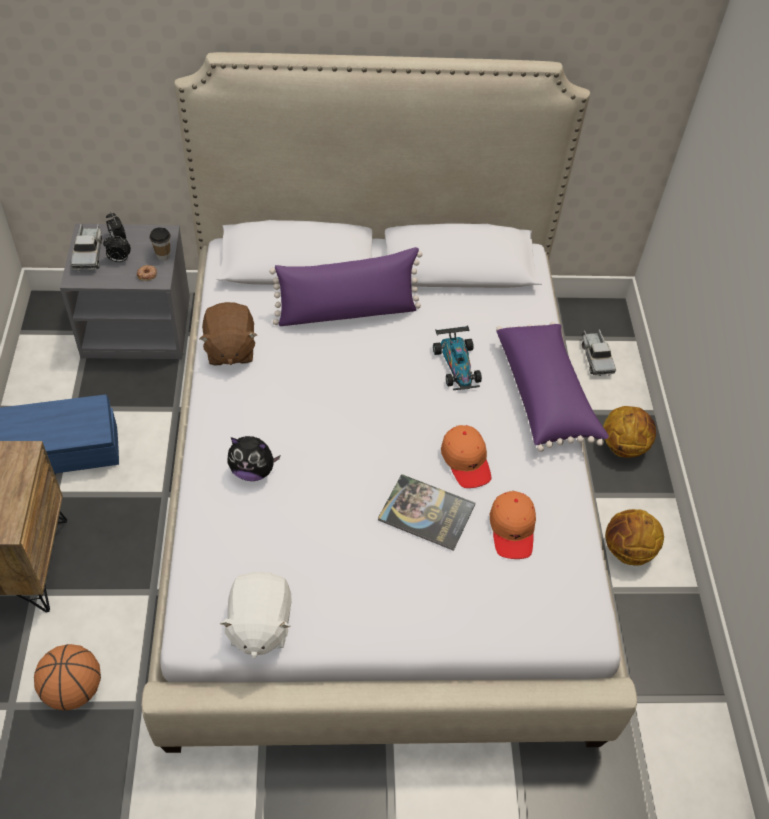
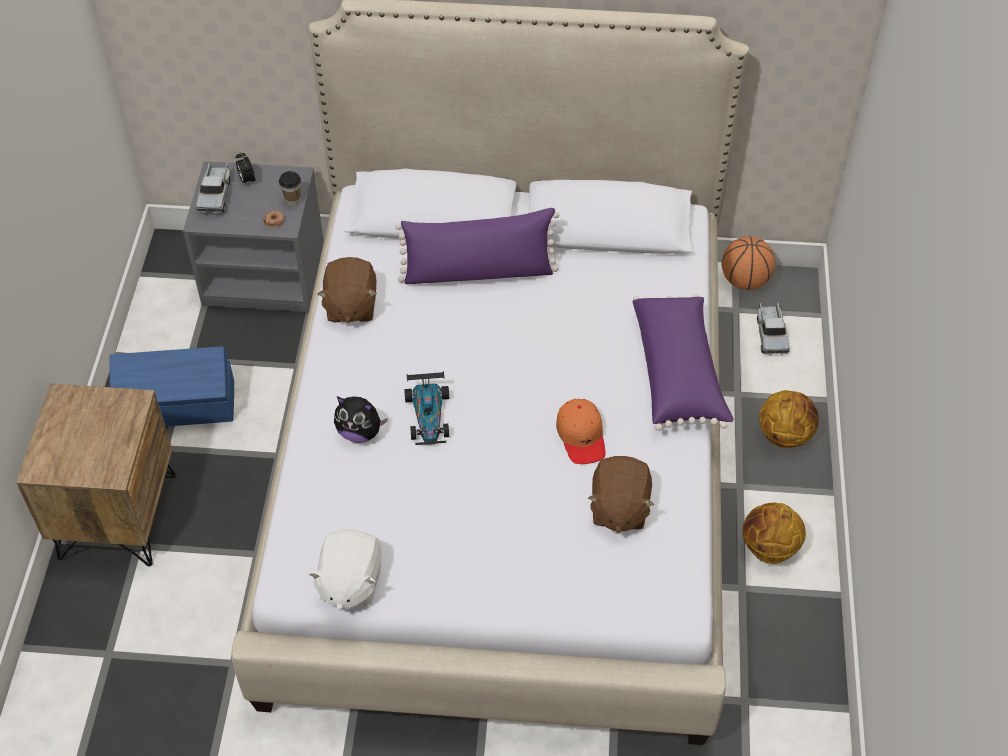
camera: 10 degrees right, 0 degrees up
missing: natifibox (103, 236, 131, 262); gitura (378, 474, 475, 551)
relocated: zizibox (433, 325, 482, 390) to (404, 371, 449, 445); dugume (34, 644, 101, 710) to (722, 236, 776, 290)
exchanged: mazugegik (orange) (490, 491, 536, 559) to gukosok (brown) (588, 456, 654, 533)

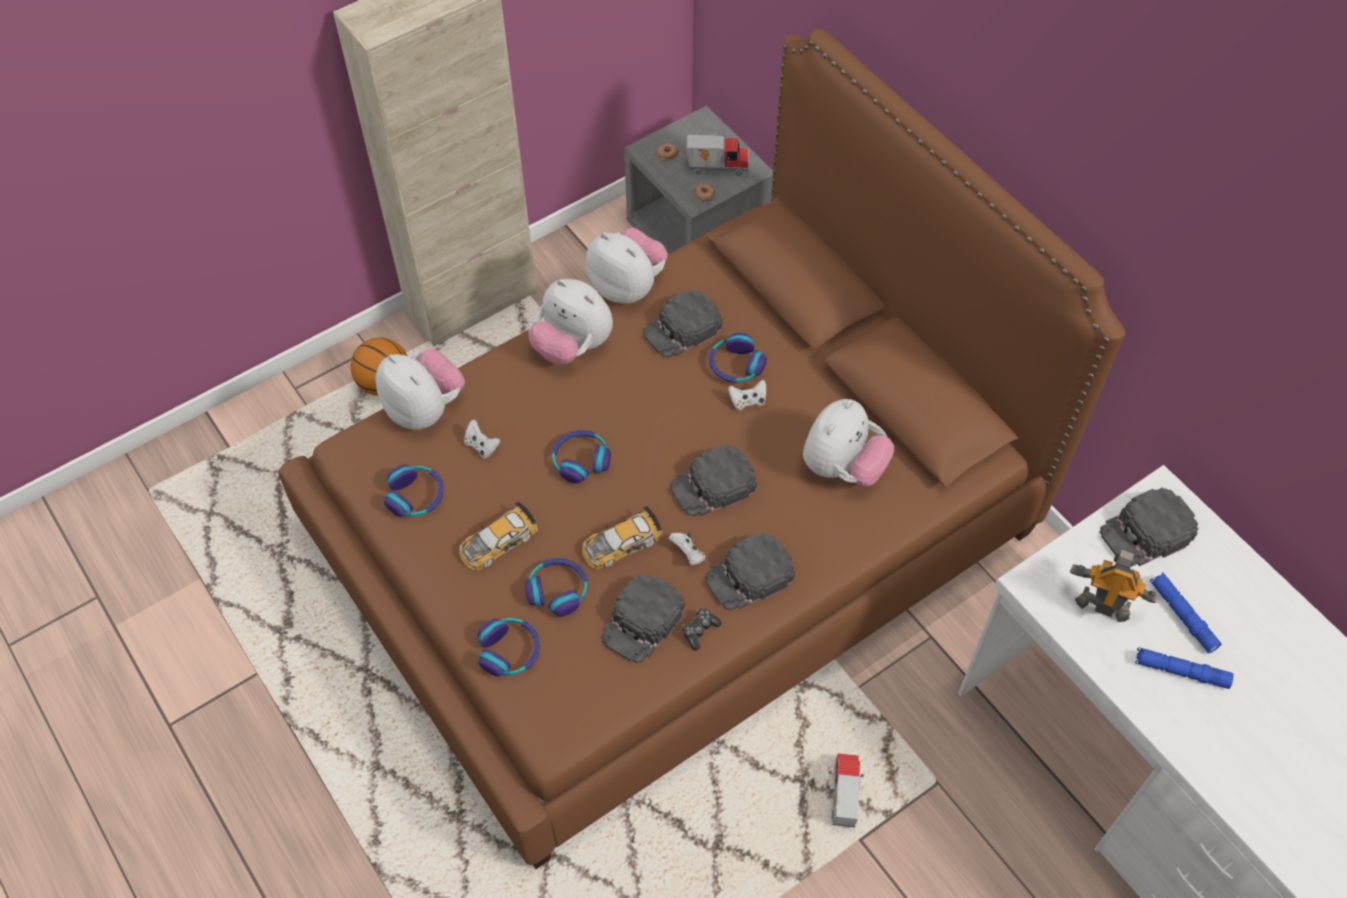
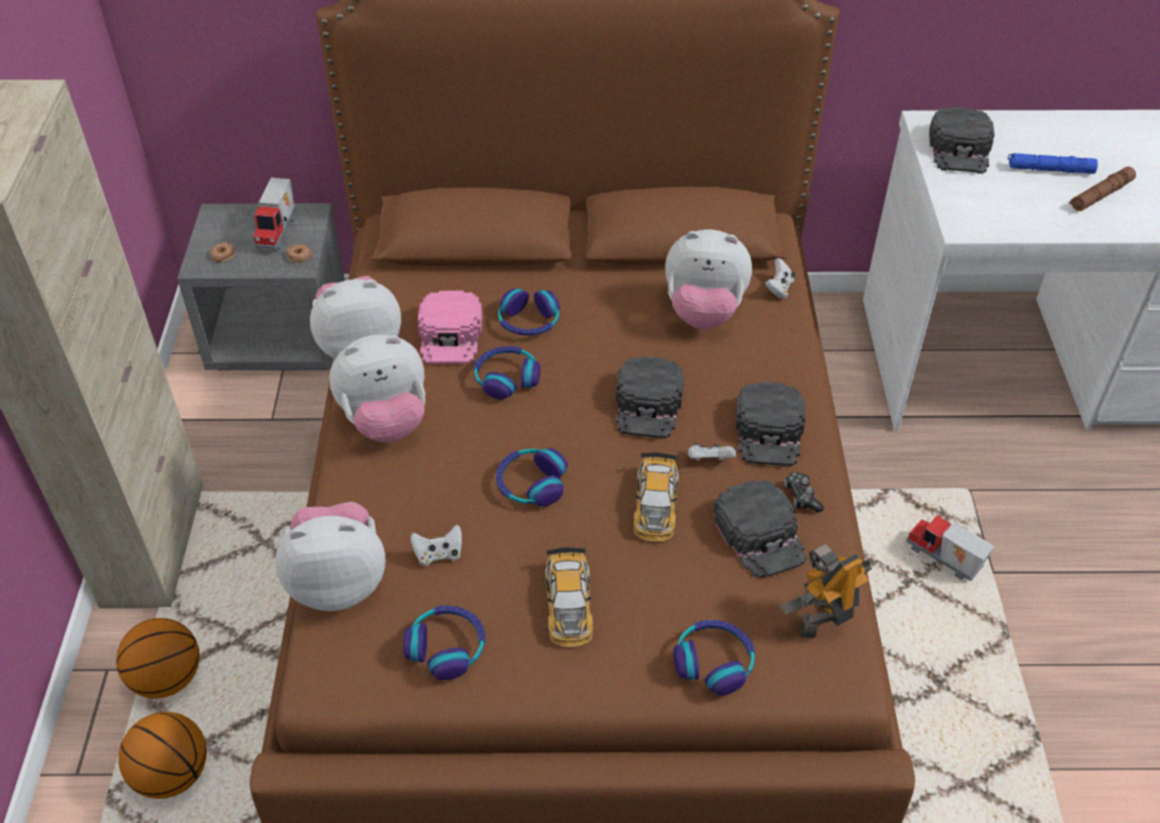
camera: 55 degrees left, 10 degrees down
appeared: dugume (118, 712, 207, 799)
relocated: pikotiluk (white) (728, 379, 766, 410) to (765, 258, 795, 298); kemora (1070, 549, 1158, 622) to (780, 544, 874, 638); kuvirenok (525, 558, 588, 617) to (474, 346, 541, 399)
colour: mazugegik (black) (643, 289, 723, 358) to mazugegik (pink) (418, 291, 482, 364); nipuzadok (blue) (1135, 647, 1234, 689) to nipuzadok (brown) (1070, 167, 1136, 211)
spun: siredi (687, 135, 749, 176) = (254, 178, 296, 250) 150 degrees clockwise; gukosok (803, 399, 894, 486) = (665, 229, 752, 329) 120 degrees clockwise

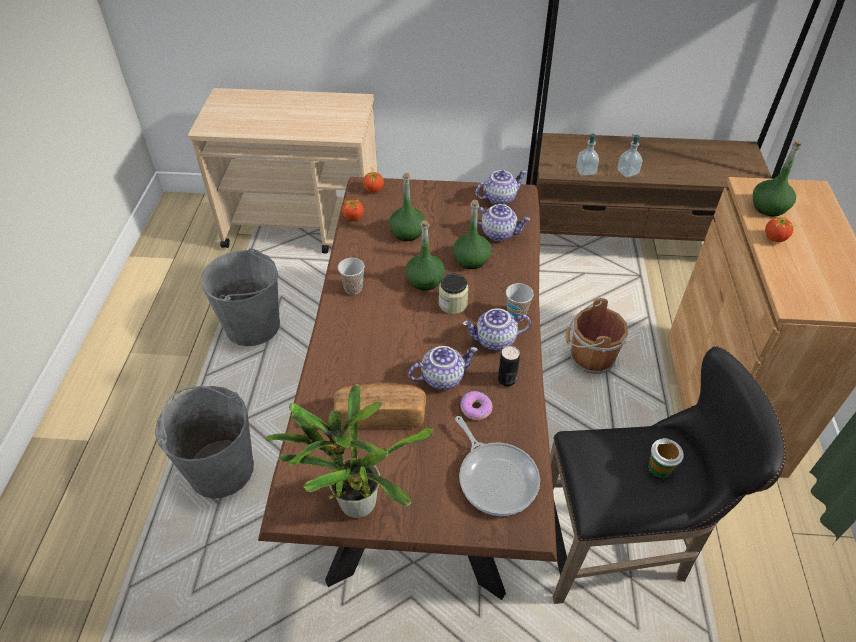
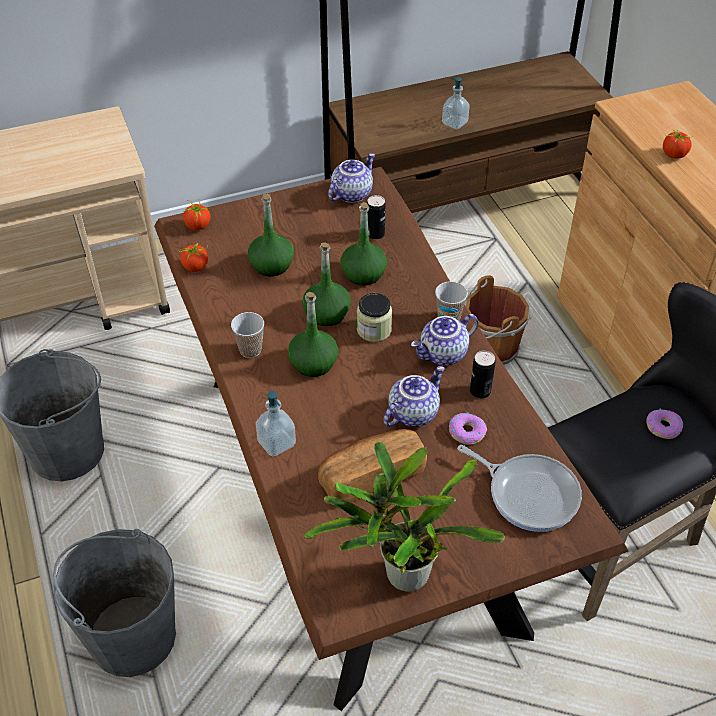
camera: 25 degrees left, 0 degrees up
relocated: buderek (576, 134, 599, 176) to (256, 391, 296, 456); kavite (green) (753, 140, 802, 217) to (288, 292, 338, 377)
exchanged: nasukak (477, 204, 530, 241) to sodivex (367, 195, 386, 239); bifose (649, 438, 684, 478) to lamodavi (646, 409, 683, 439)

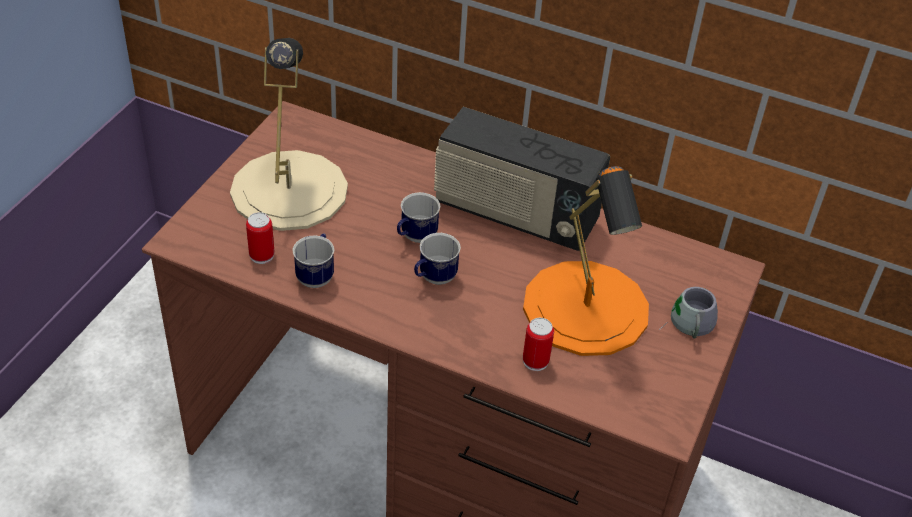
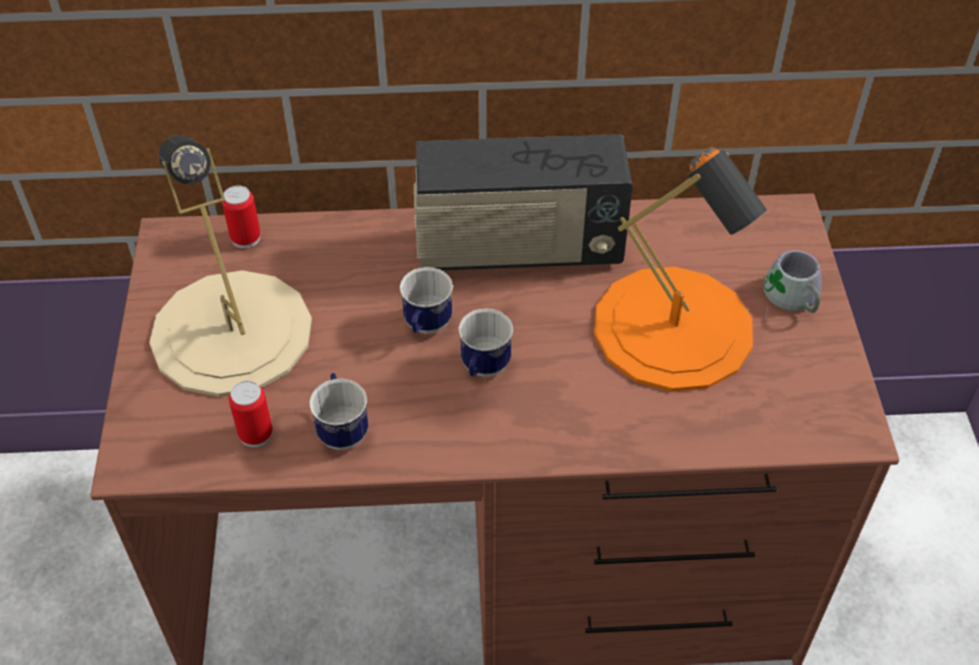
camera: 25 degrees left, 5 degrees up
relocated: sodivex (523, 318, 554, 371) to (222, 185, 261, 248)

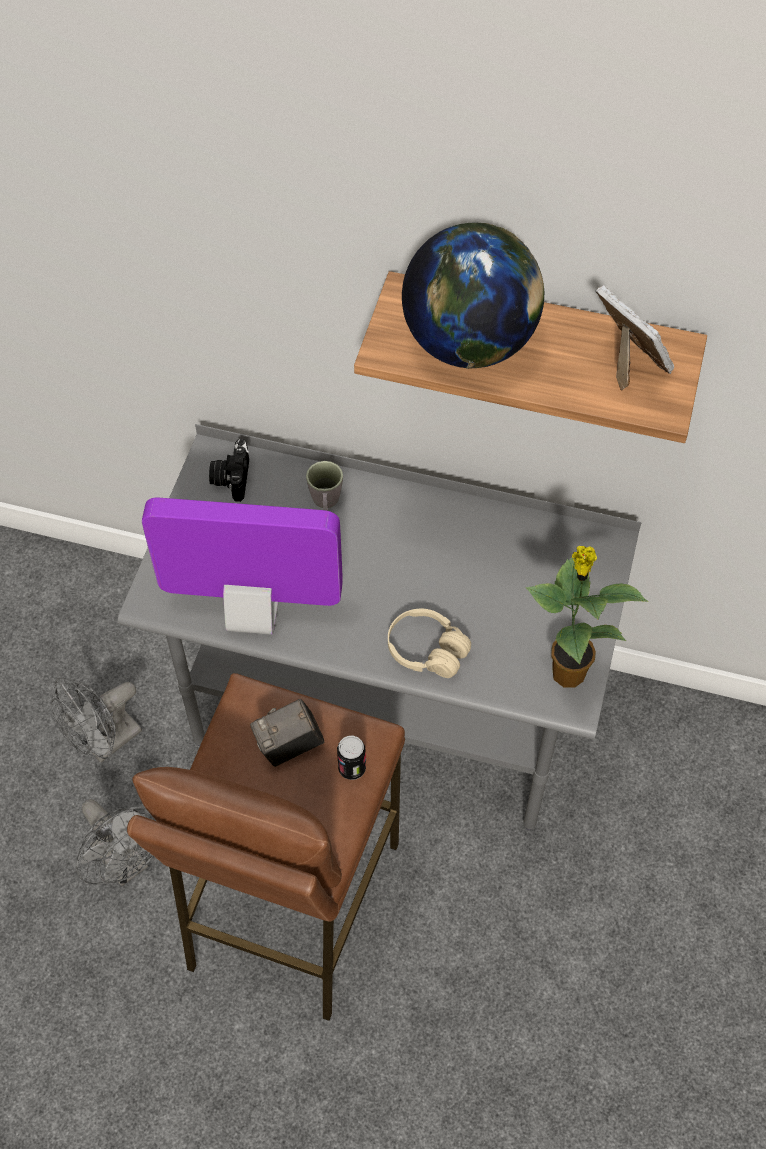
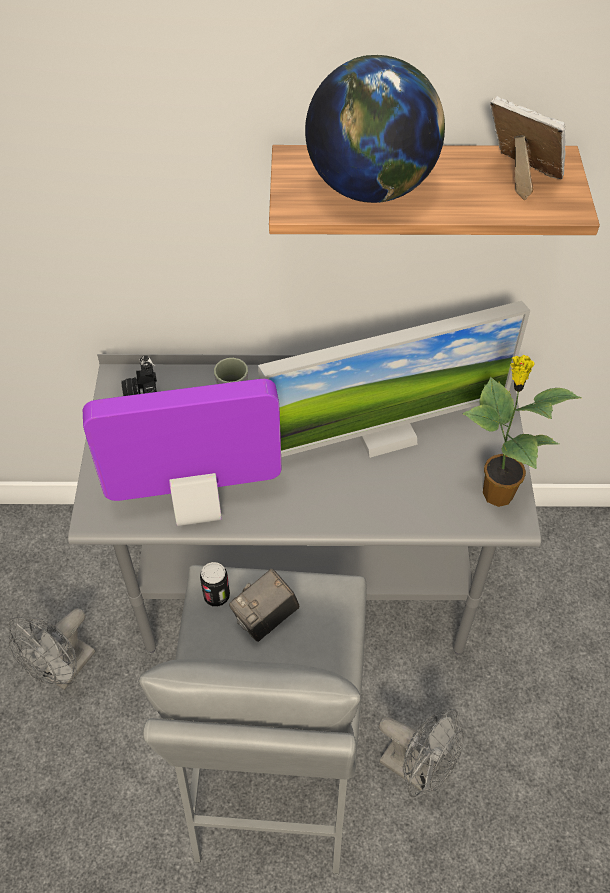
camera: 15 degrees left, 5 degrees down
missing: kuvirenok (beige) (388, 609, 471, 678)
appeared: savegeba (258, 301, 530, 458)
relocated: sodivex (337, 736, 366, 780) to (200, 562, 230, 607); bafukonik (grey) (76, 799, 154, 886) to (379, 709, 464, 797)
colour: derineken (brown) (127, 673, 405, 1021) to derineken (grey) (138, 565, 367, 874)

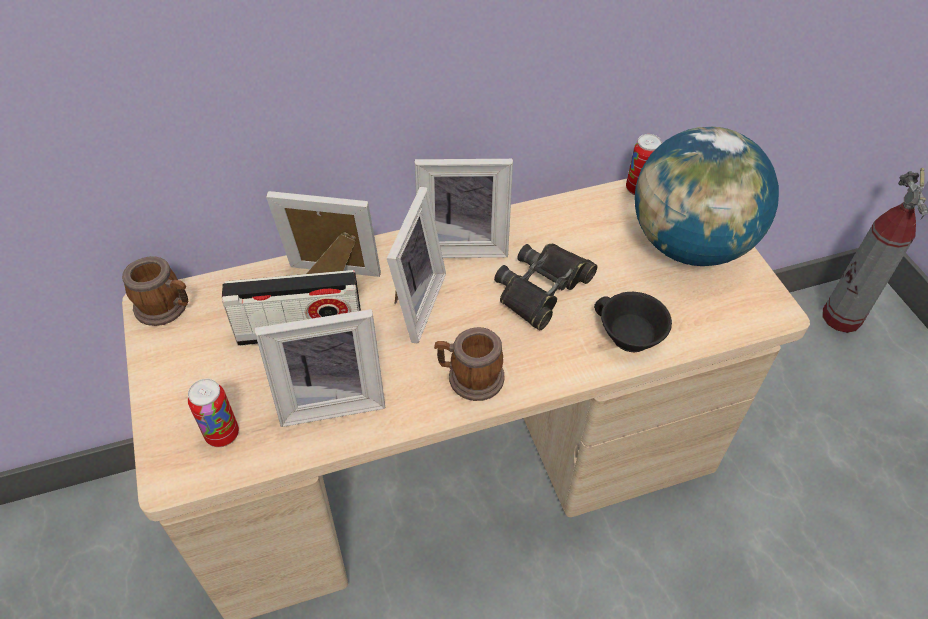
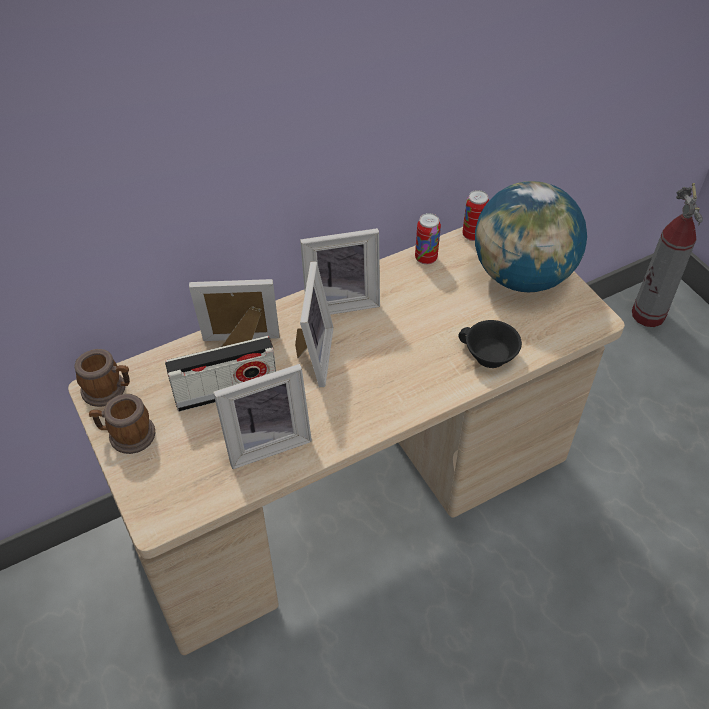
camera: 10 degrees left, 0 degrees up
missing: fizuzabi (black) (494, 244, 597, 330)
relocated: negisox (434, 327, 505, 401) to (89, 394, 156, 454); sodivex (188, 379, 239, 447) to (415, 213, 441, 265)

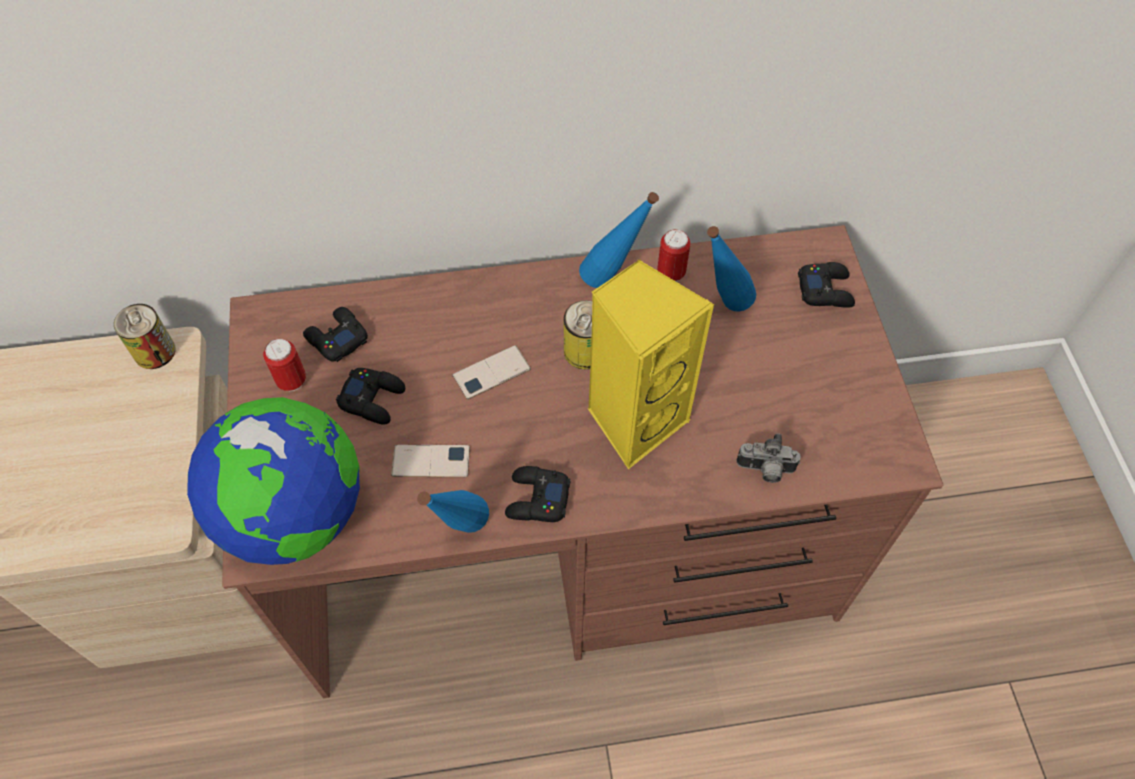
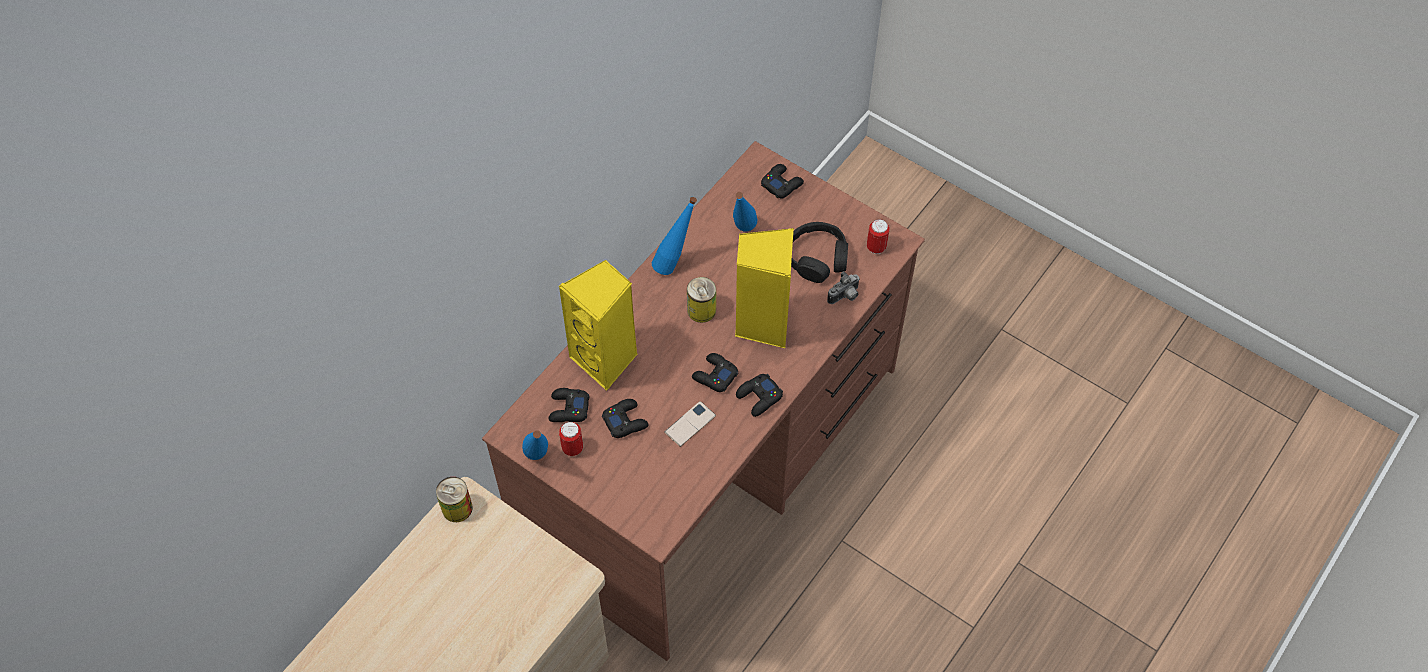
camera: 45 degrees left, 0 degrees up
missing: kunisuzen (453, 345, 531, 400); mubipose (187, 397, 360, 565)
appeared: kuvirenok (black) (791, 222, 848, 283); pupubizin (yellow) (558, 260, 637, 391); pikotiluk (black) (692, 353, 738, 392)
relocated: sodivex (657, 229, 691, 282) to (867, 219, 890, 254); kavite (blue) (417, 490, 489, 533) to (522, 430, 548, 460)

